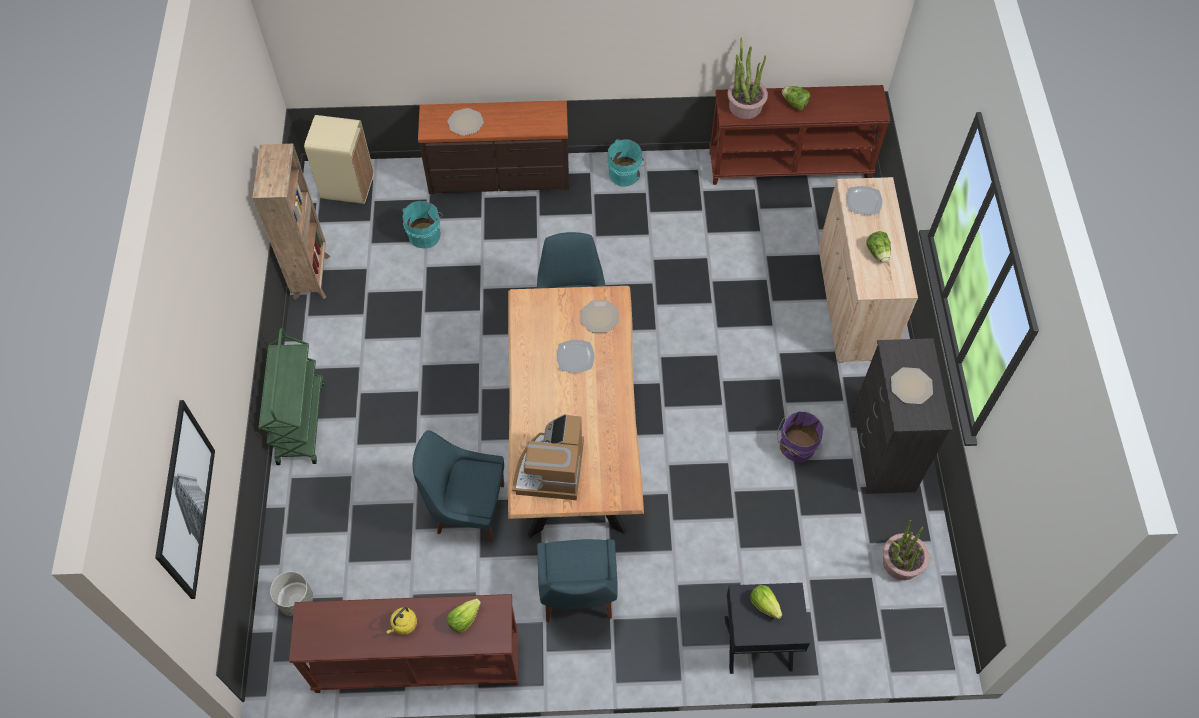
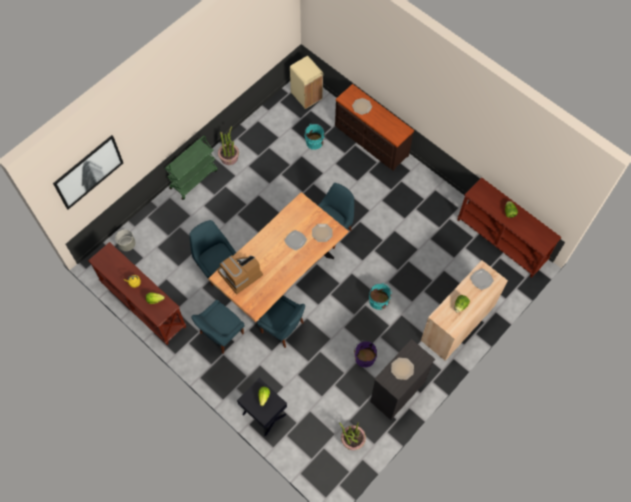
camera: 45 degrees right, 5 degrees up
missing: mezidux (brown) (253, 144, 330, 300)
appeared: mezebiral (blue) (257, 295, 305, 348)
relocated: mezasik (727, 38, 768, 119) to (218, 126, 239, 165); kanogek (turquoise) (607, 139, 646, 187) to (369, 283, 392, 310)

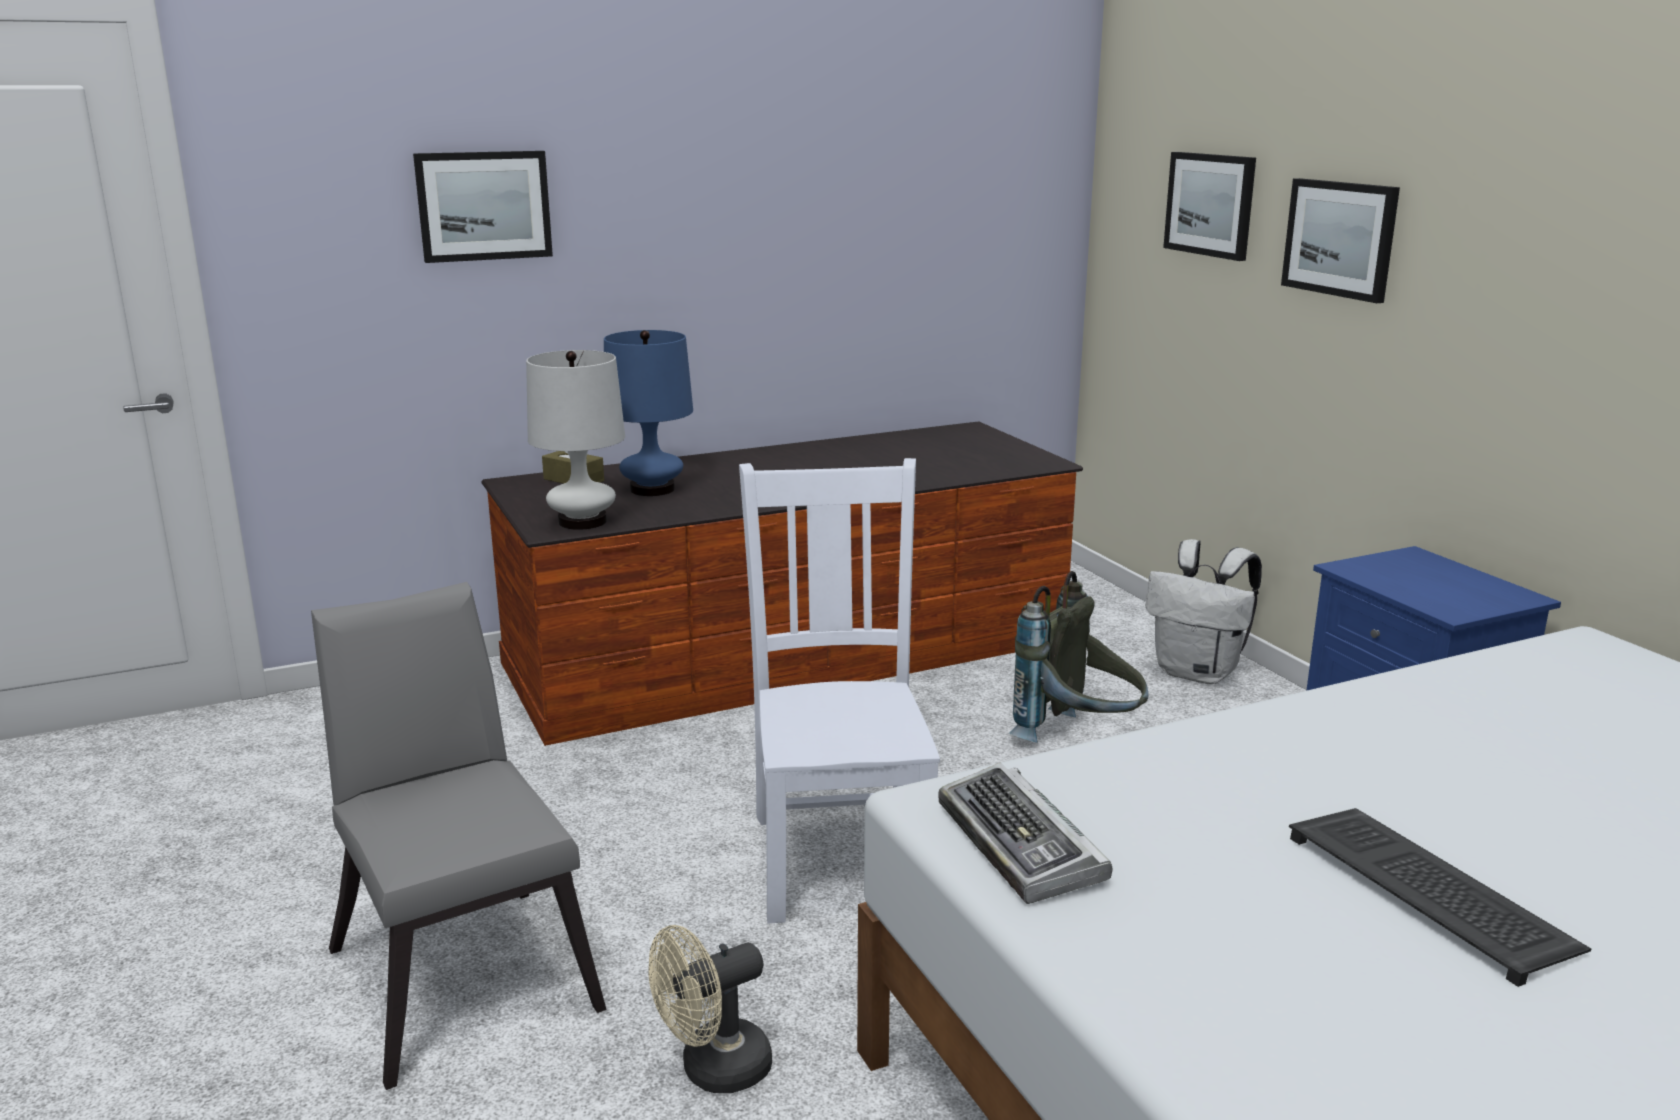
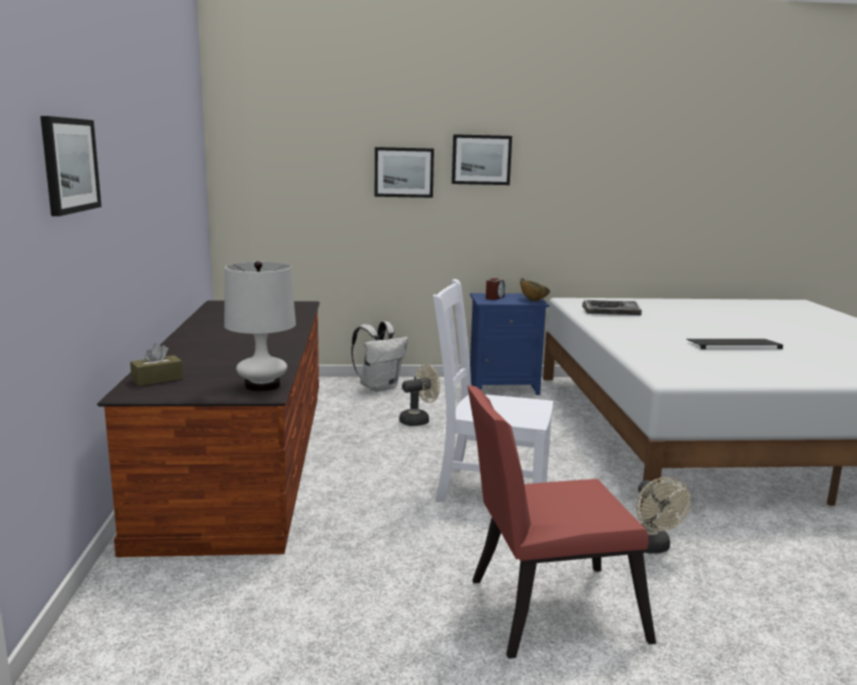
camera: 70 degrees left, 5 degrees down
missing: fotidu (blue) (604, 330, 693, 496)
appeared: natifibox (486, 278, 505, 300); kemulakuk (520, 278, 550, 301)
relocated: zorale (1163, 152, 1256, 261) to (452, 134, 512, 185); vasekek (938, 762, 1112, 904) to (582, 300, 642, 315)
exchanged: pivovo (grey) (1009, 571, 1149, 743) to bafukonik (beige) (399, 364, 440, 426)
colour: mezebiral (grey) (311, 582, 606, 1090) to mezebiral (red) (467, 385, 656, 659)

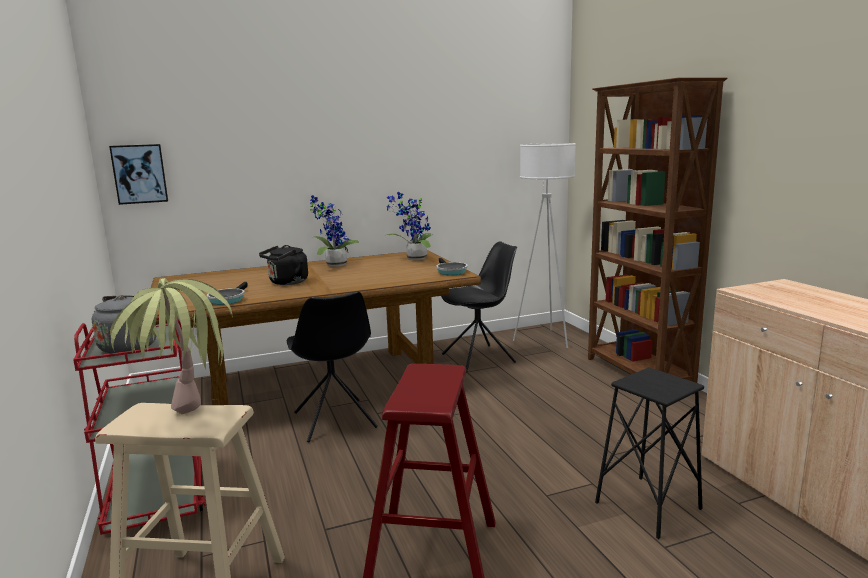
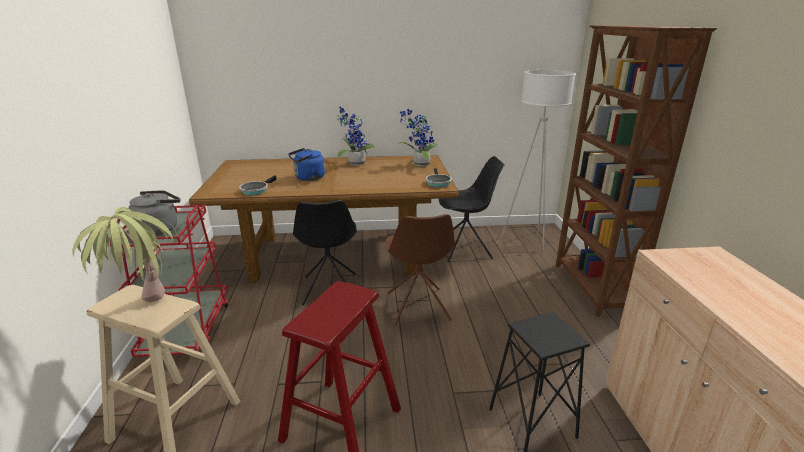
camera: 15 degrees right, 10 degrees up
missing: zorale (109, 144, 168, 205)
appeared: mezebiral (brown) (386, 214, 455, 325)
colour: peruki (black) (259, 245, 308, 285) to peruki (blue) (288, 148, 325, 181)

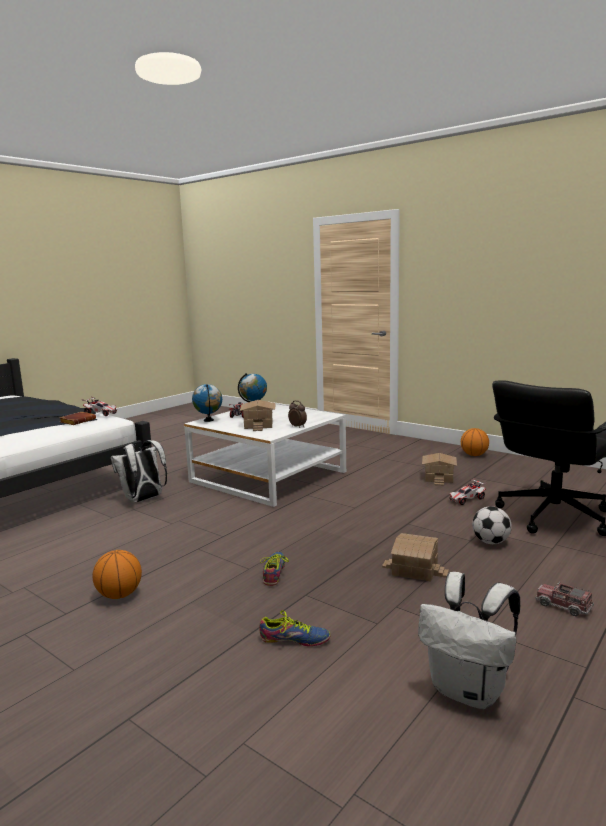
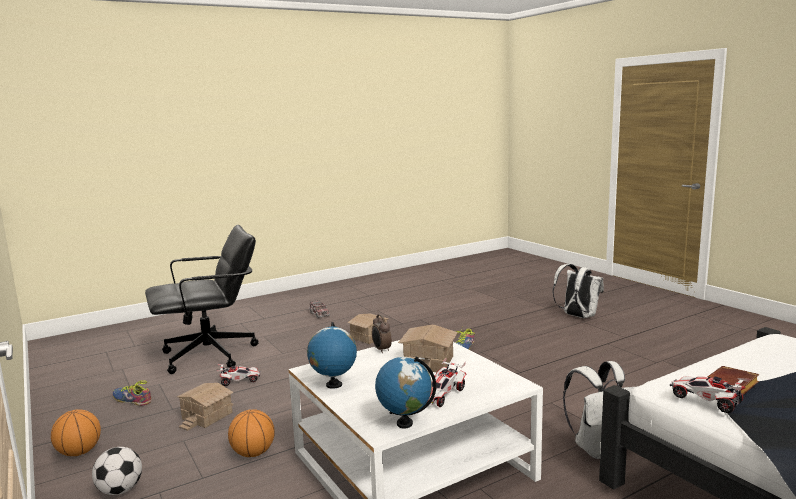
camera: 160 degrees left, 0 degrees up
relocated: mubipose (192, 384, 222, 422) to (307, 322, 357, 389); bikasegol (472, 506, 512, 544) to (92, 447, 142, 495); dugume (92, 550, 142, 599) to (228, 409, 275, 457); pivovo (white) (418, 572, 520, 709) to (553, 264, 604, 318); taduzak (259, 610, 330, 646) to (112, 381, 151, 406)

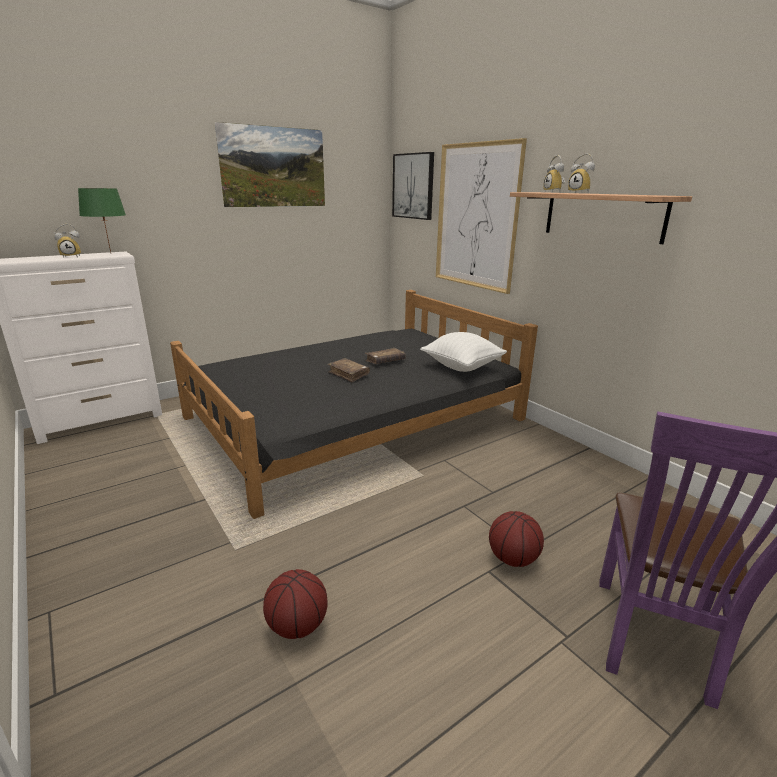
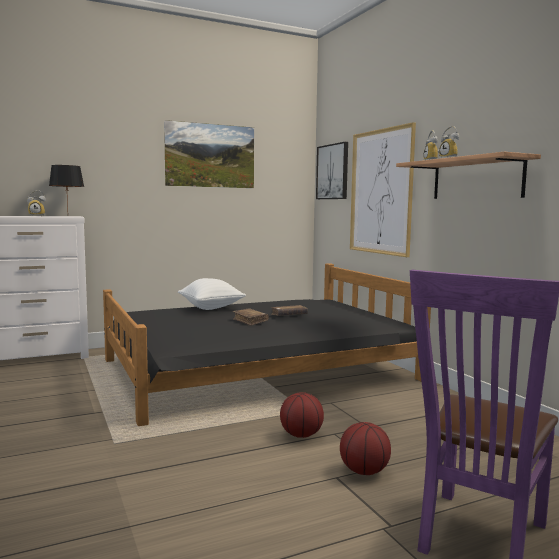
camera: 10 degrees right, 15 degrees down
relocated: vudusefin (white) (420, 332, 507, 372) to (178, 278, 246, 310); dugume (263, 569, 328, 639) to (280, 392, 324, 438)
colour: fotidu (green) (78, 188, 126, 253) to fotidu (black) (49, 165, 84, 210)

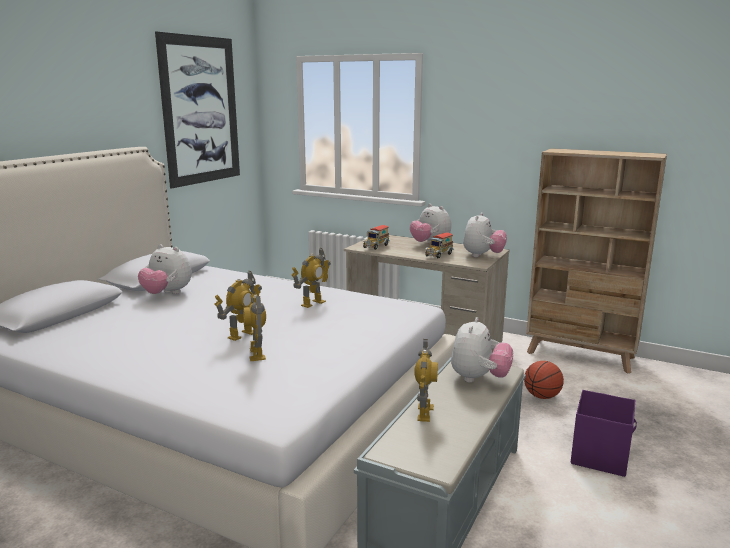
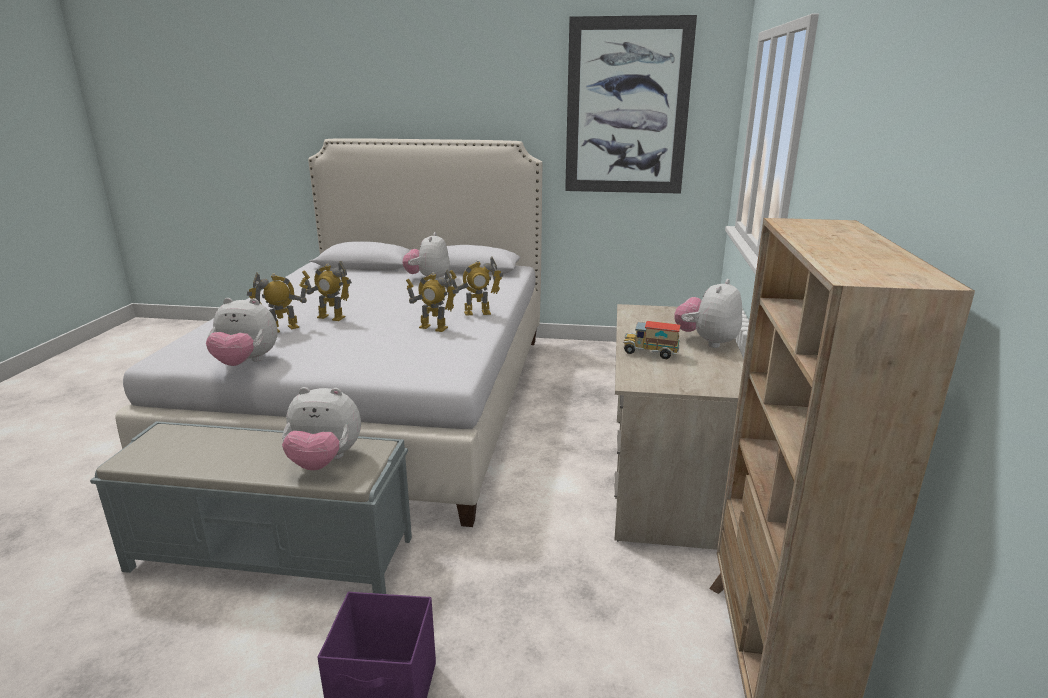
camera: 70 degrees right, 5 degrees up
missing: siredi (362, 225, 390, 250); dugume (524, 361, 564, 399)
relocated: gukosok (463, 212, 507, 257) to (206, 298, 278, 366); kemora (414, 339, 438, 422) to (450, 257, 503, 316)

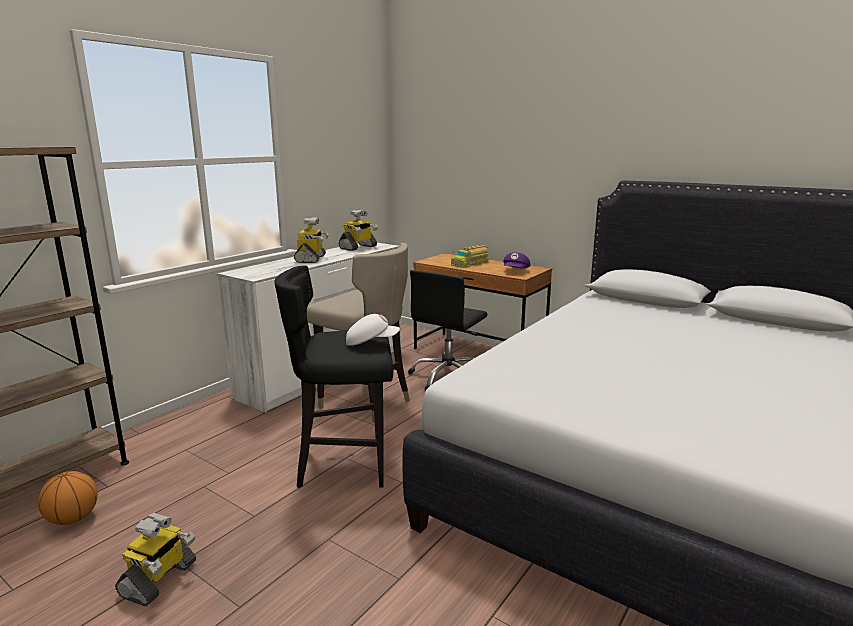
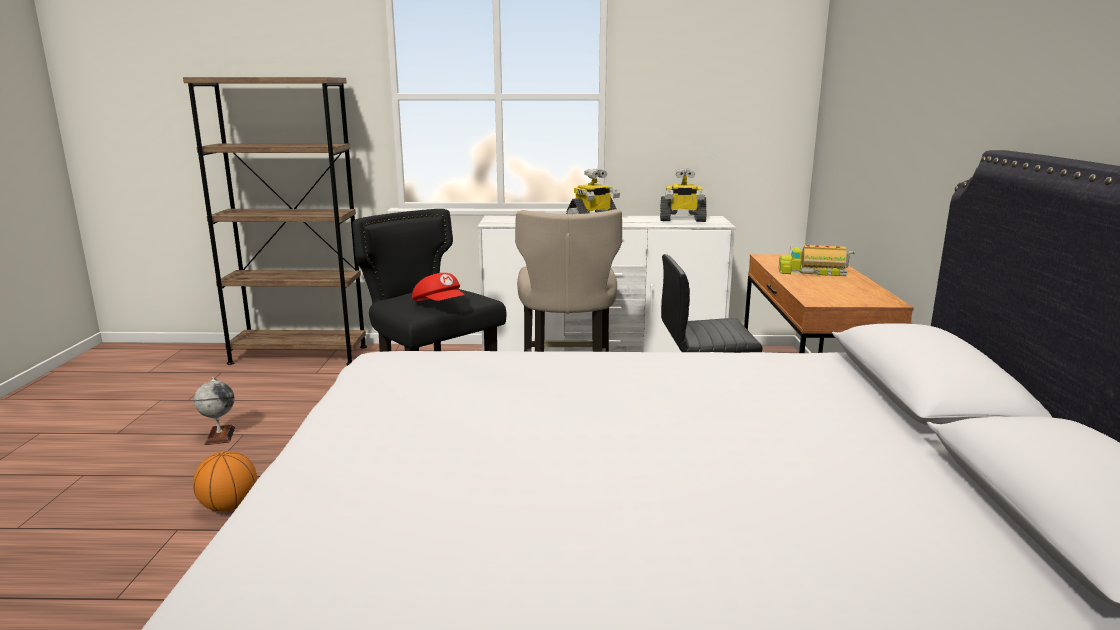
camera: 55 degrees right, 0 degrees up
missing: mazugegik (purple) (503, 252, 530, 268)
relocated: dugume (38, 471, 98, 525) to (193, 451, 257, 512)
exchanged: kemora (115, 513, 196, 606) to mubipose (194, 377, 235, 445)
colour: mazugegik (white) (346, 314, 400, 346) to mazugegik (red) (412, 273, 465, 301)

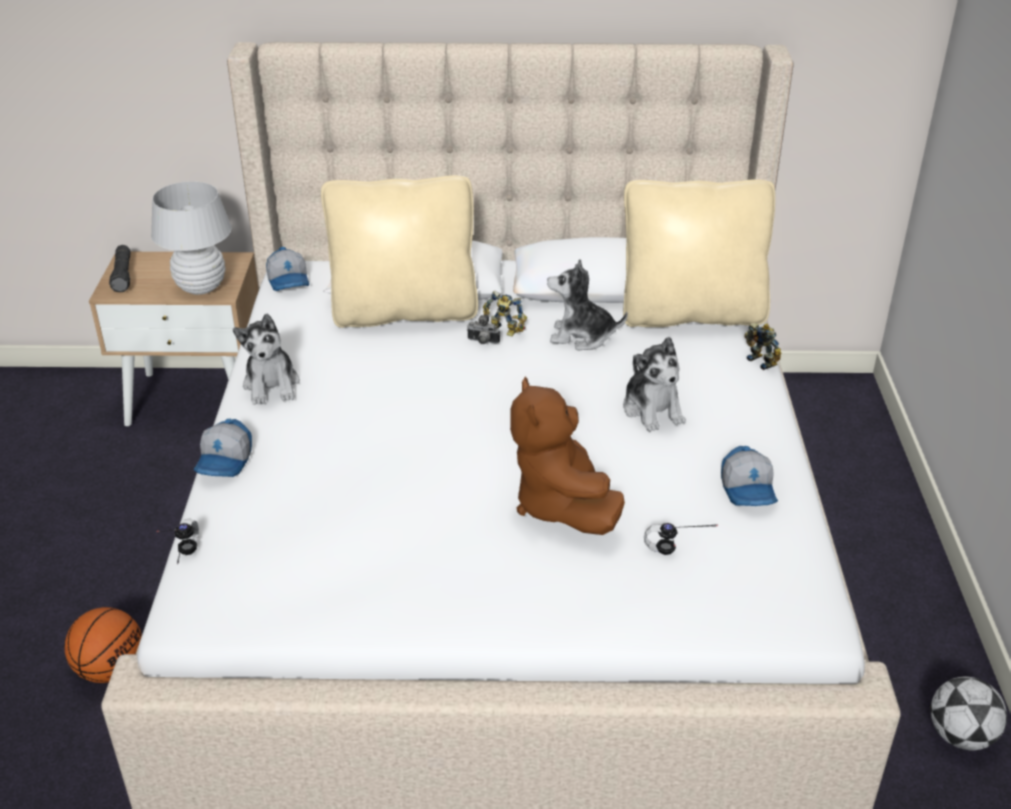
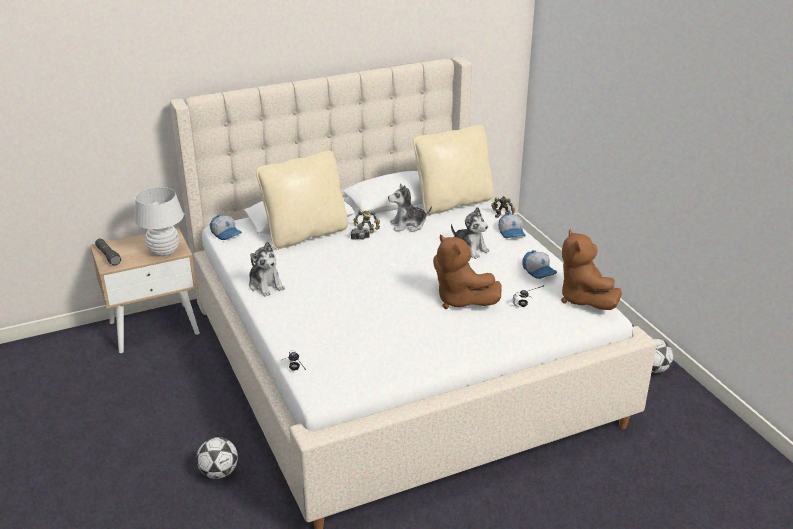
camera: 25 degrees left, 5 degrees down
appeared: gukosok (brown) (561, 229, 622, 310)
relocated: mazugegik (194, 419, 252, 477) to (499, 213, 526, 238)
exchanged: dugume (64, 607, 142, 683) to bikasegol (196, 437, 238, 479)

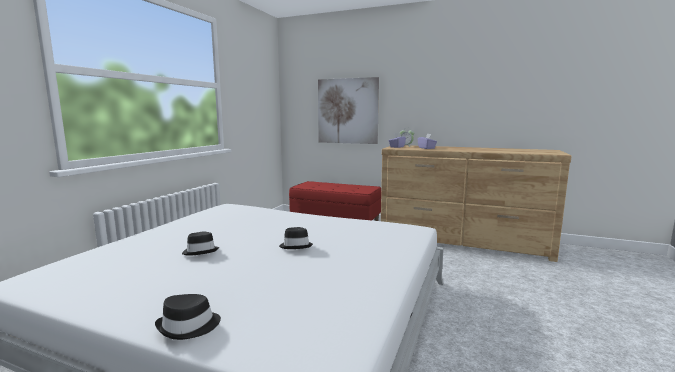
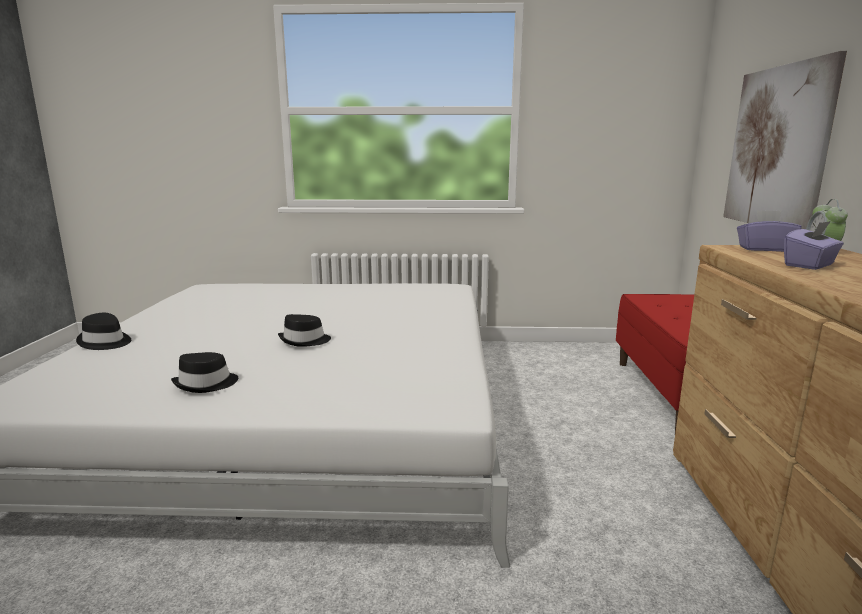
camera: 70 degrees right, 5 degrees up
relocated: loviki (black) (182, 232, 219, 256) to (171, 352, 238, 393)

